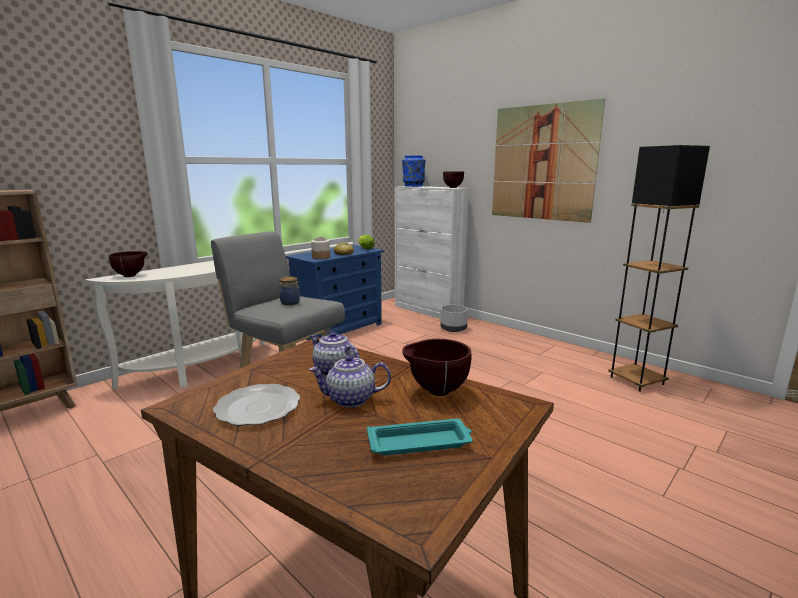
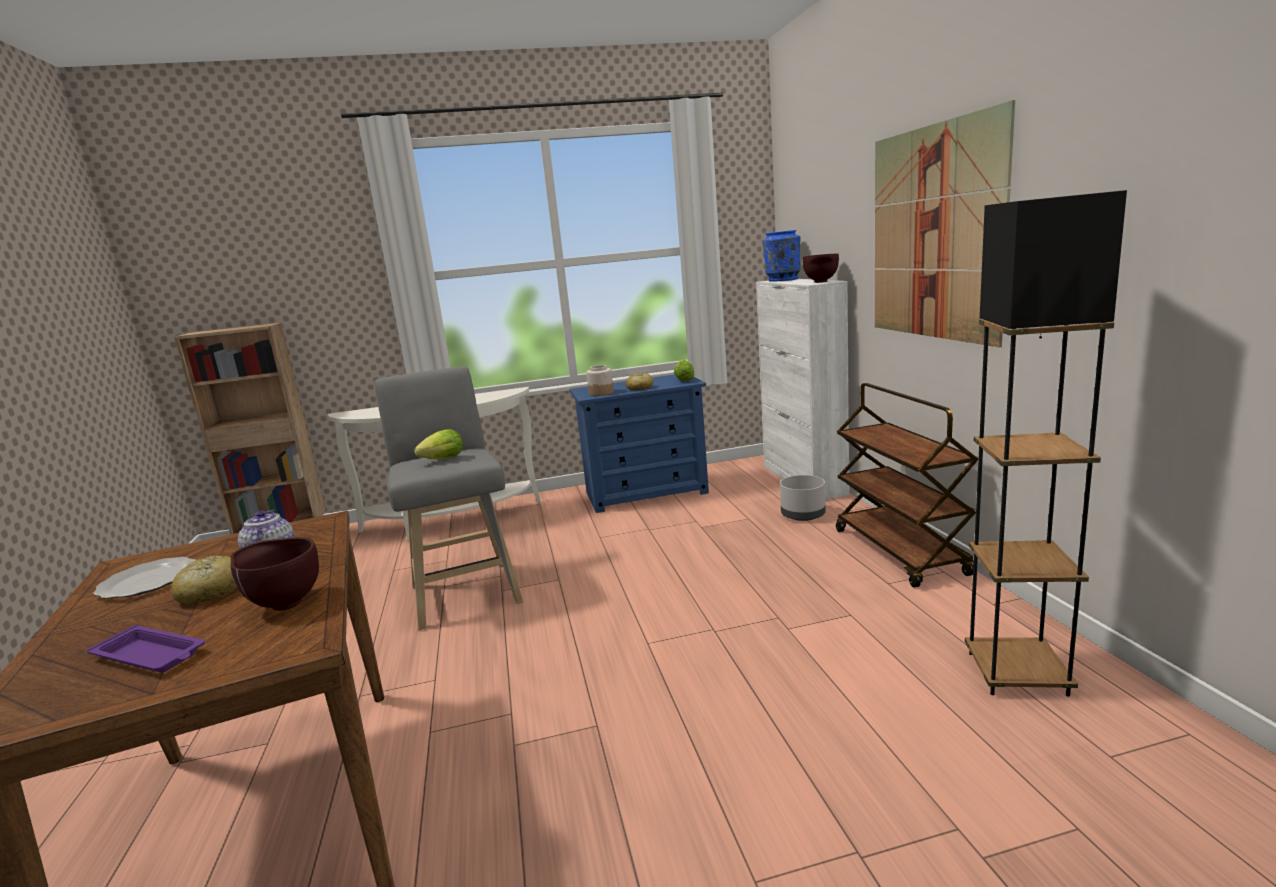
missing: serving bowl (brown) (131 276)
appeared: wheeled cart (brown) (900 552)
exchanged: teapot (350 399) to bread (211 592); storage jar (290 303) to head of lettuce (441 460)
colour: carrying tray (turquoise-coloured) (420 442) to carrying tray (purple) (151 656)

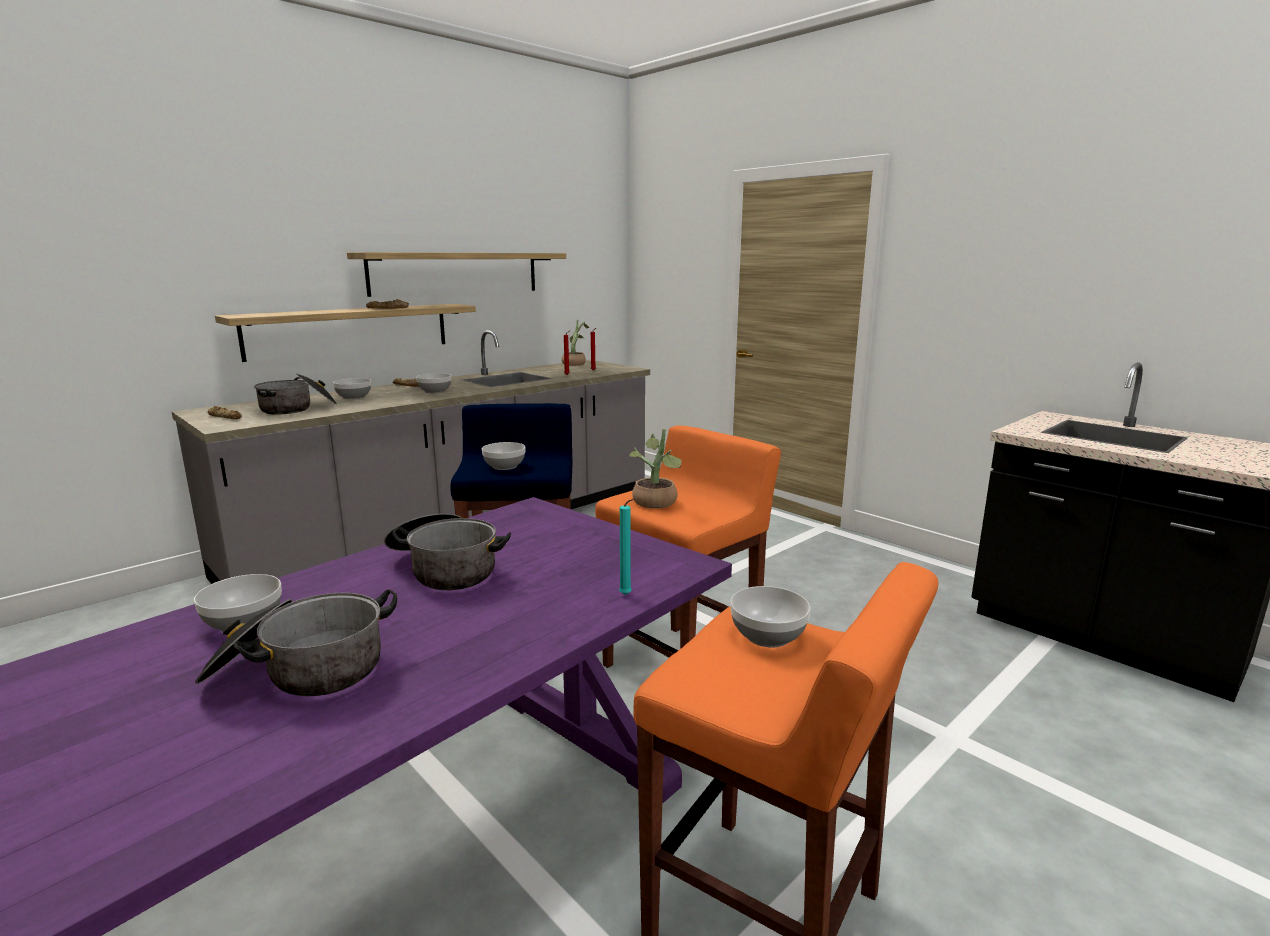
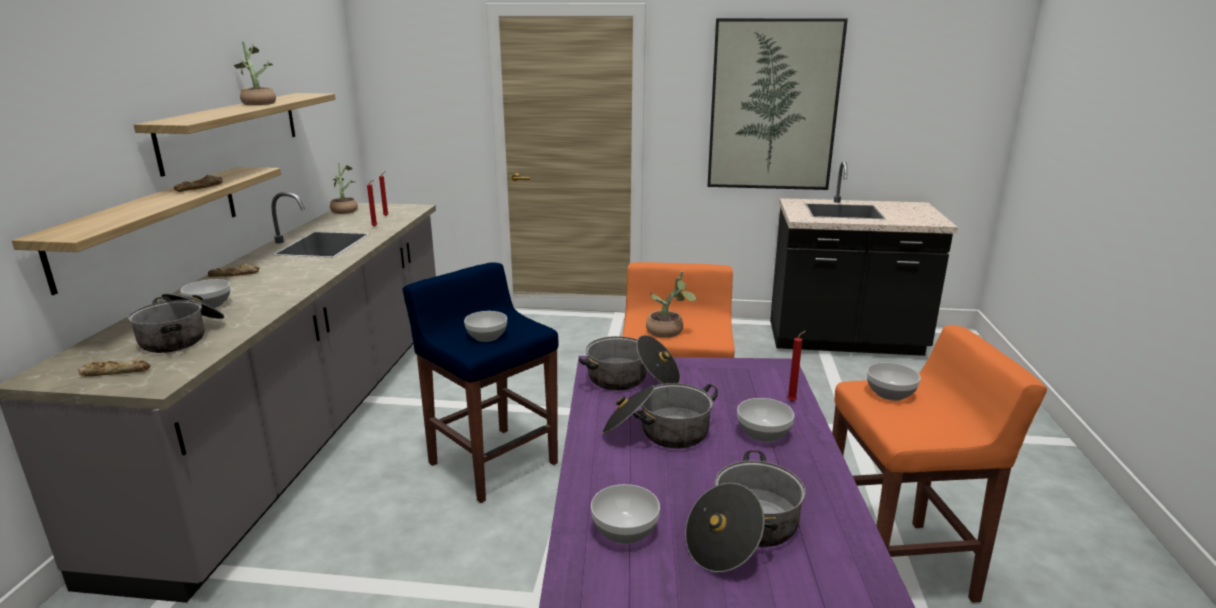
appeared: potted plant (258 103); stockpot (631 379); wall art (773 106)
relocated: serving bowl (435 391) to (764 433)
colour: candle (turquoise-coloured) (627 595) to candle (reddish) (793 401)

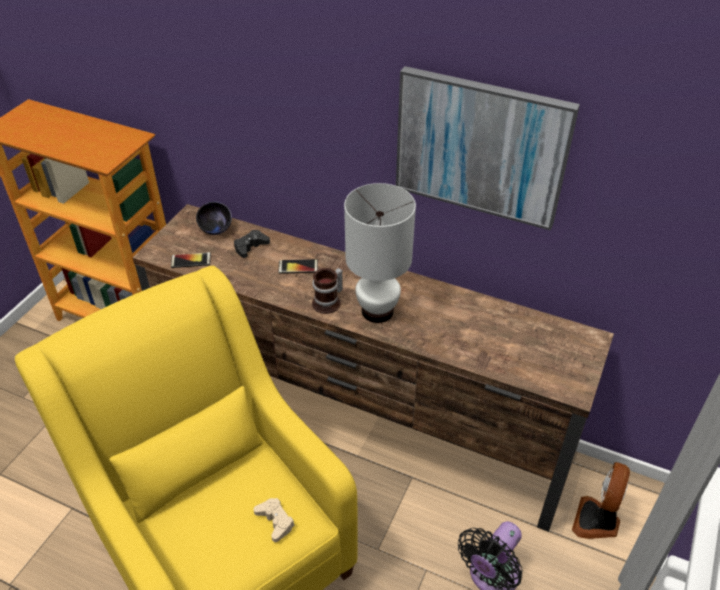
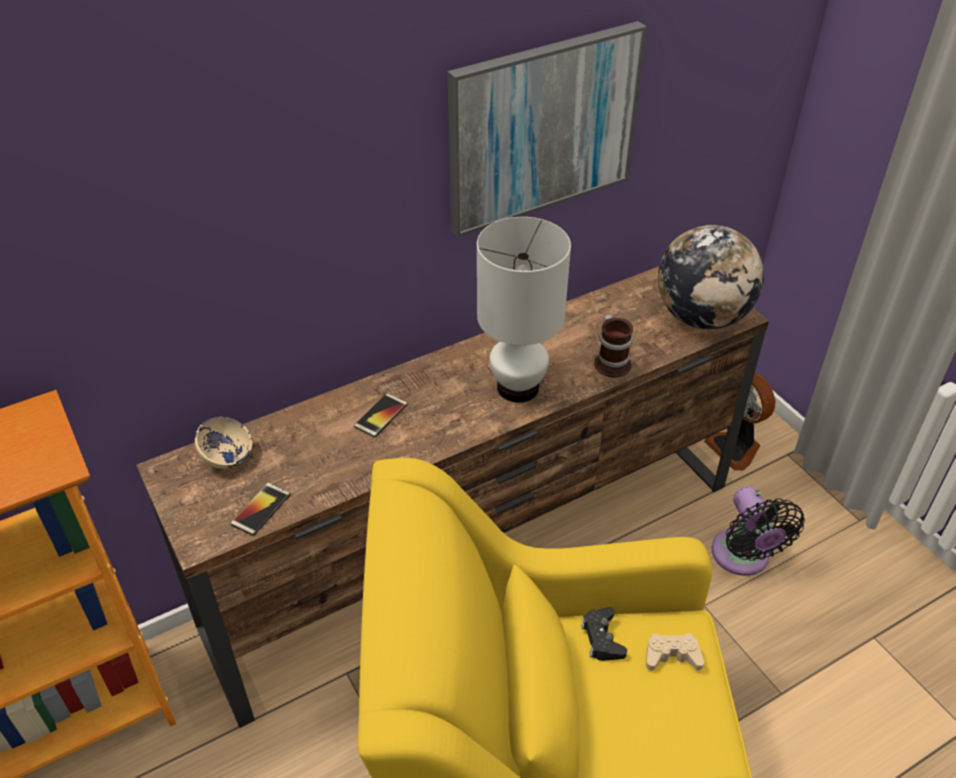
appeared: globe (702 317)
relocated: game controller (black) (250 247) to (602 638); mug (329 302) to (613 362)
colour: serving bowl (black) (216 230) to serving bowl (beige) (227 459)

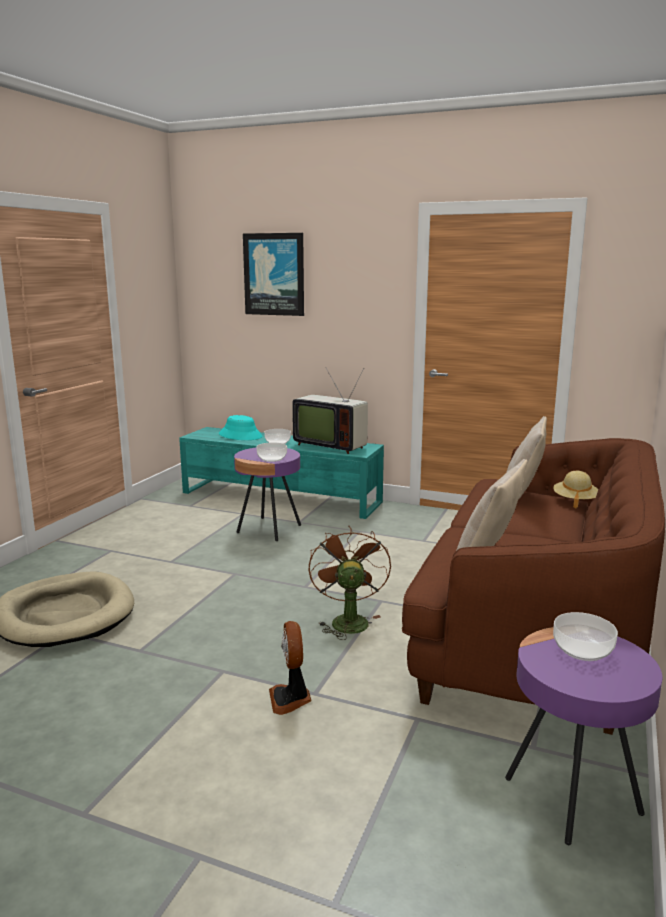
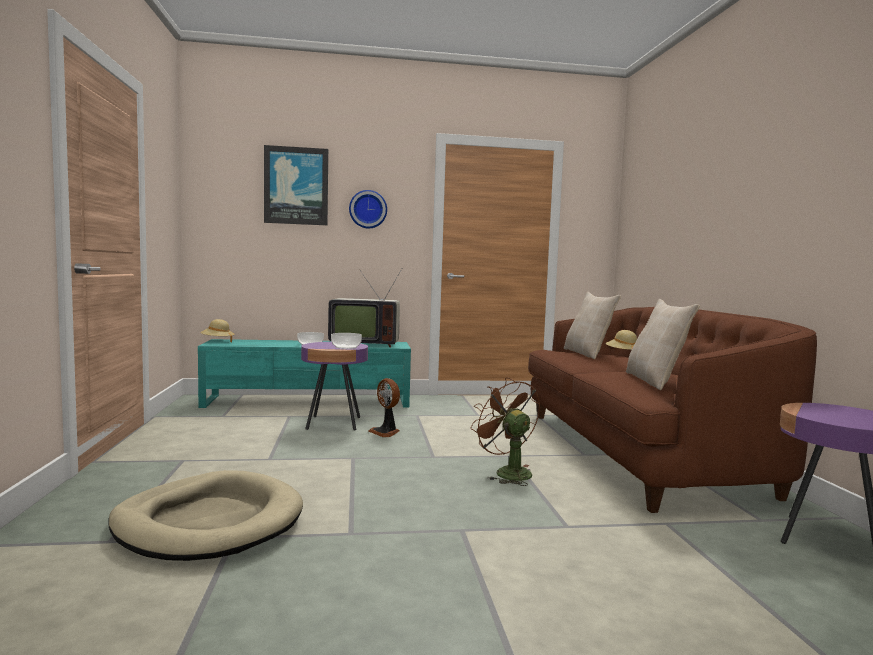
missing: hat (turquoise-coloured) (240 435); serving bowl (582 650)
appeared: hat (beige) (217 341); hanging clock (368 209)
relocated: cooling fan (290 699) to (386 432)

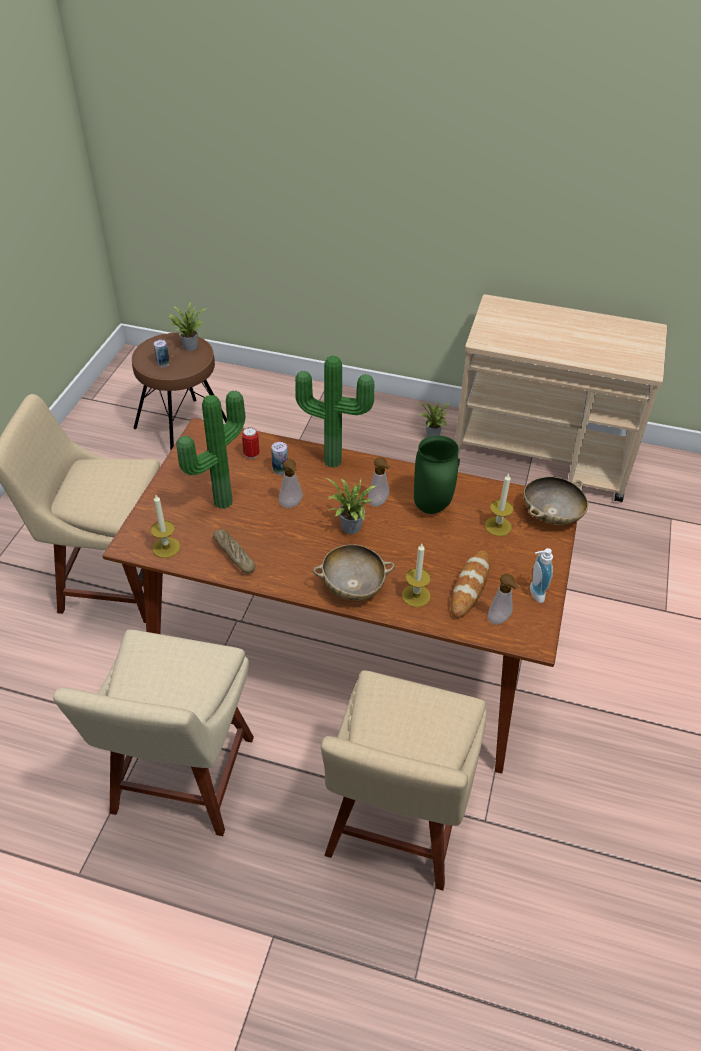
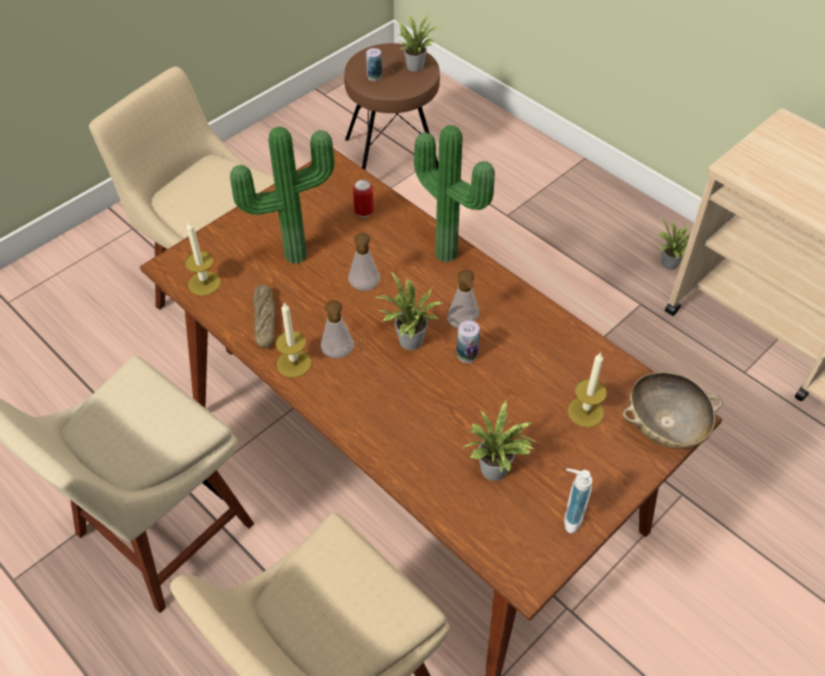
missing: serving bowl (beige) (353 586); decorative vase (greenish) (432 507)
relocated: candle (416 596) to (294 363); soap dispenser (500 620) to (338 355); can (280 470) to (467 355)
exchanged: bread (470 586) to potted plant (496 471)

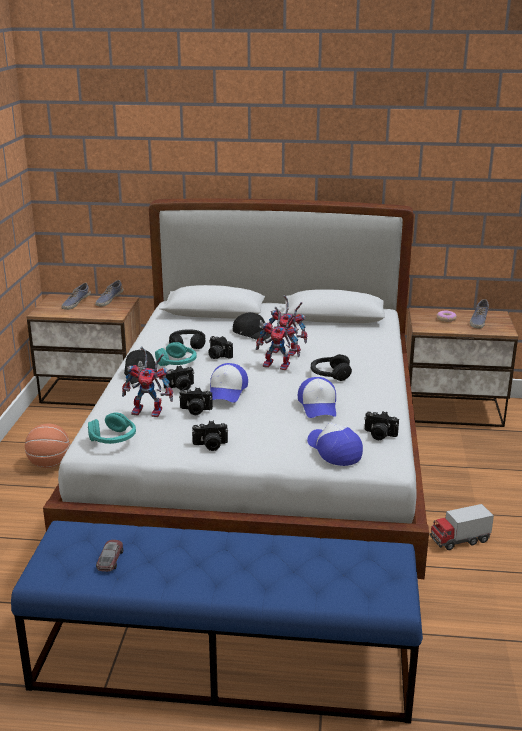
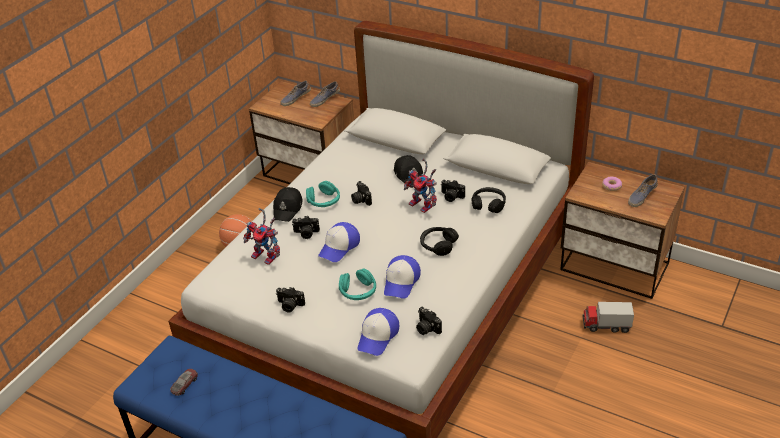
missing: model robot (279 365)
relocated: headset (turquoise-coloured) (113 439) to (358 291); still camera (195 410) to (451 197); headset (black) (187 345) to (488 204); toy lorry (459 540) to (606 325)
spun: baseball cap (333 450) = (378 336) 150 degrees counterclockwise

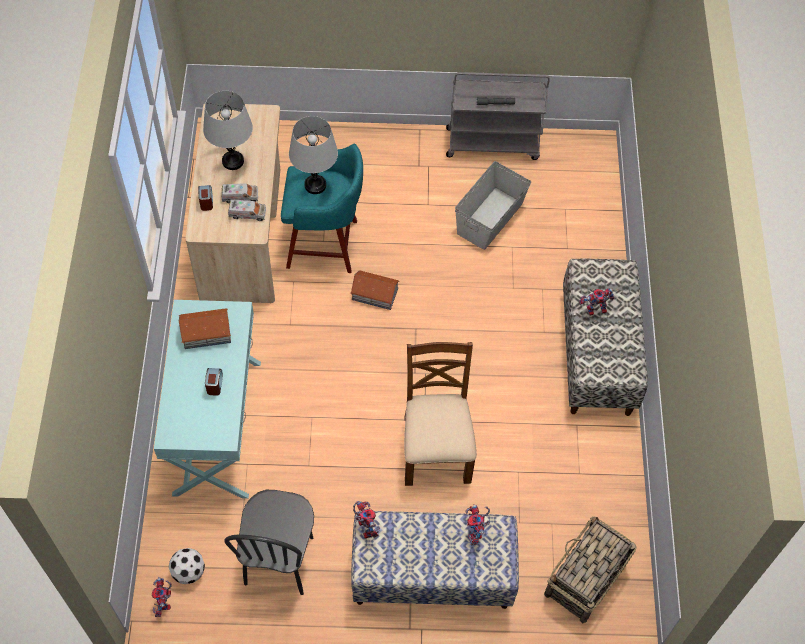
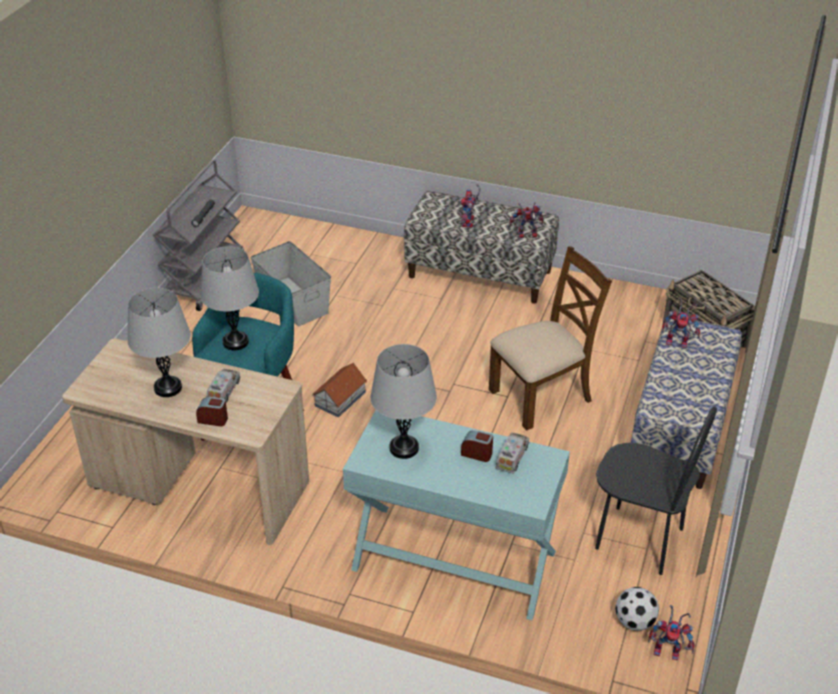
relocated: toy lorry (247 214) to (512 457); model robot (365 526) to (525 235)
exchanged: model house (207 333) to lamp for a table (greyish) (404 448)
spun: upright chair (brown) (435 448) = (542 395) 135 degrees clockwise

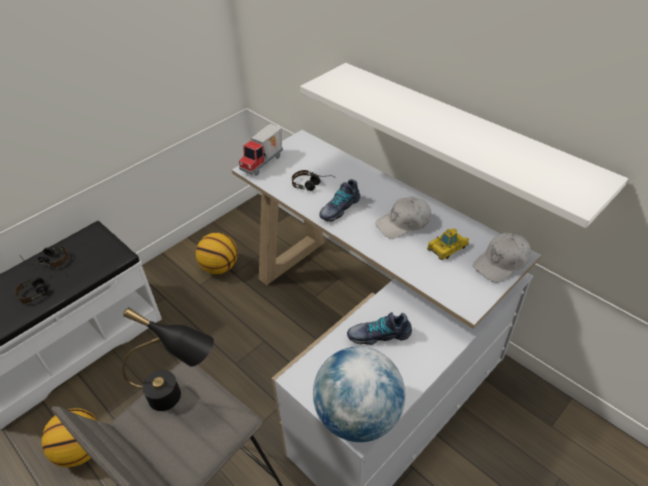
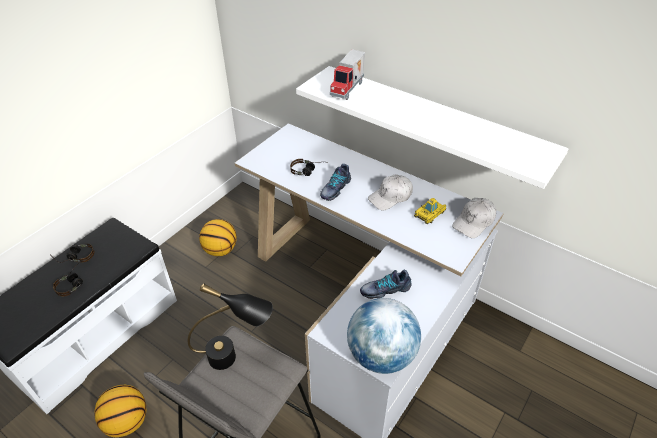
relocated: toy lorry (264 163) to (348 89)

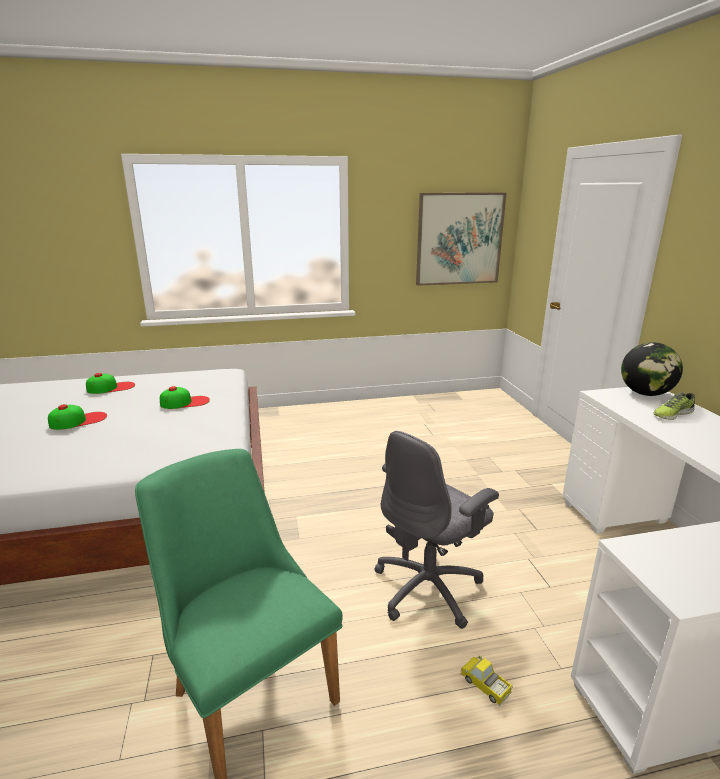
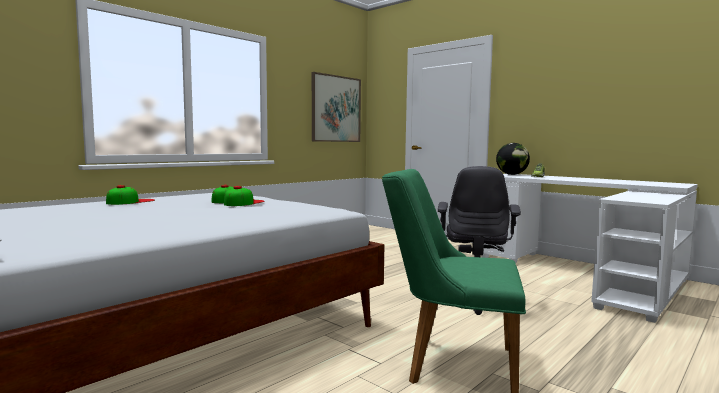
missing: toy lorry (485 685)
relocated: baseball cap (78 420) to (244 203)

